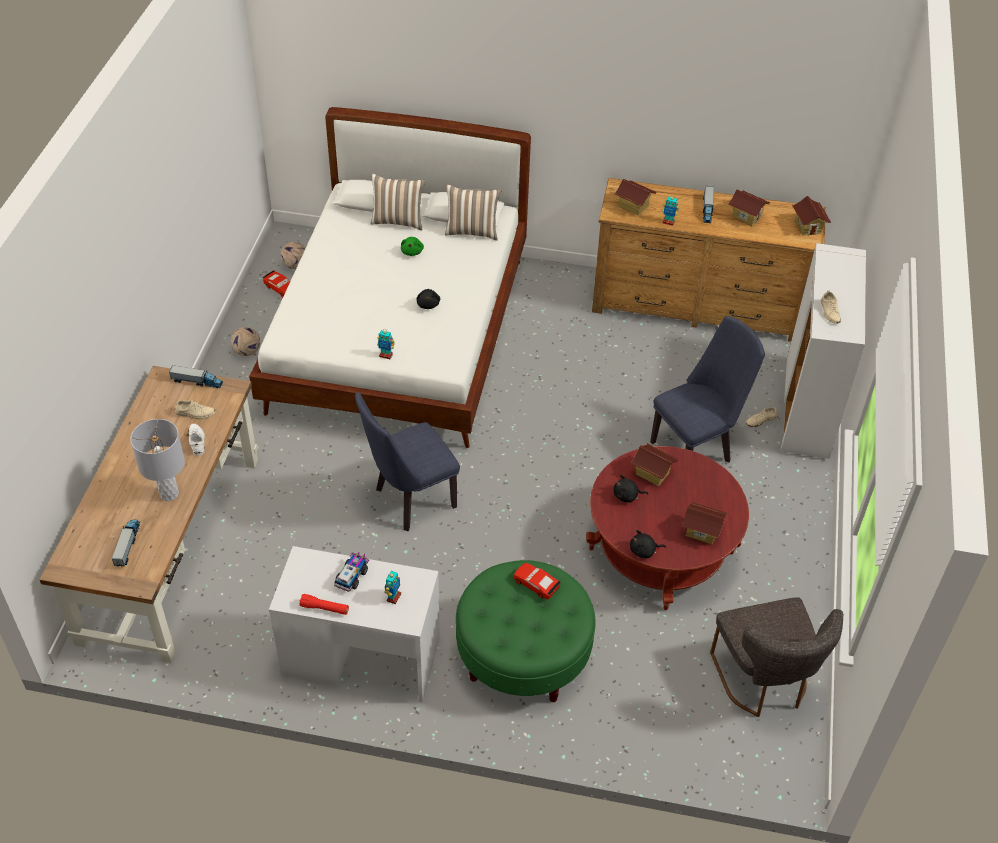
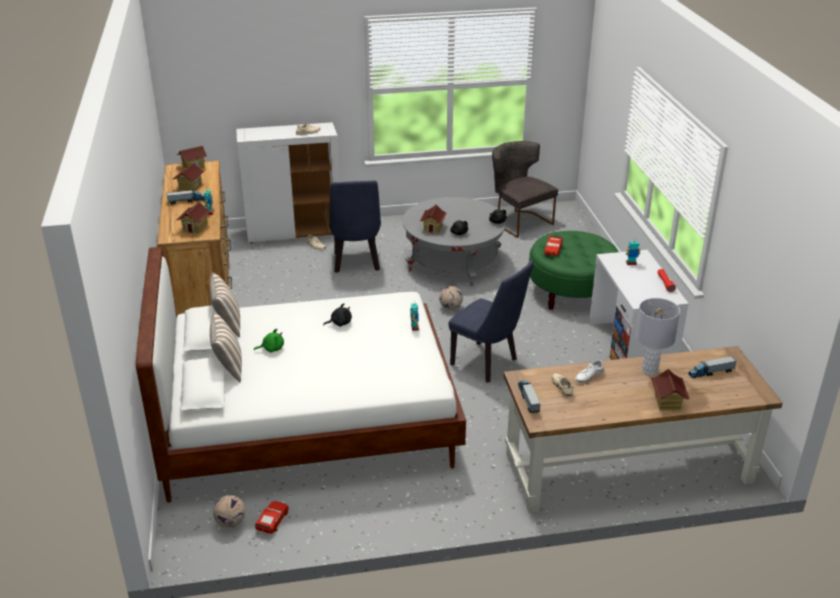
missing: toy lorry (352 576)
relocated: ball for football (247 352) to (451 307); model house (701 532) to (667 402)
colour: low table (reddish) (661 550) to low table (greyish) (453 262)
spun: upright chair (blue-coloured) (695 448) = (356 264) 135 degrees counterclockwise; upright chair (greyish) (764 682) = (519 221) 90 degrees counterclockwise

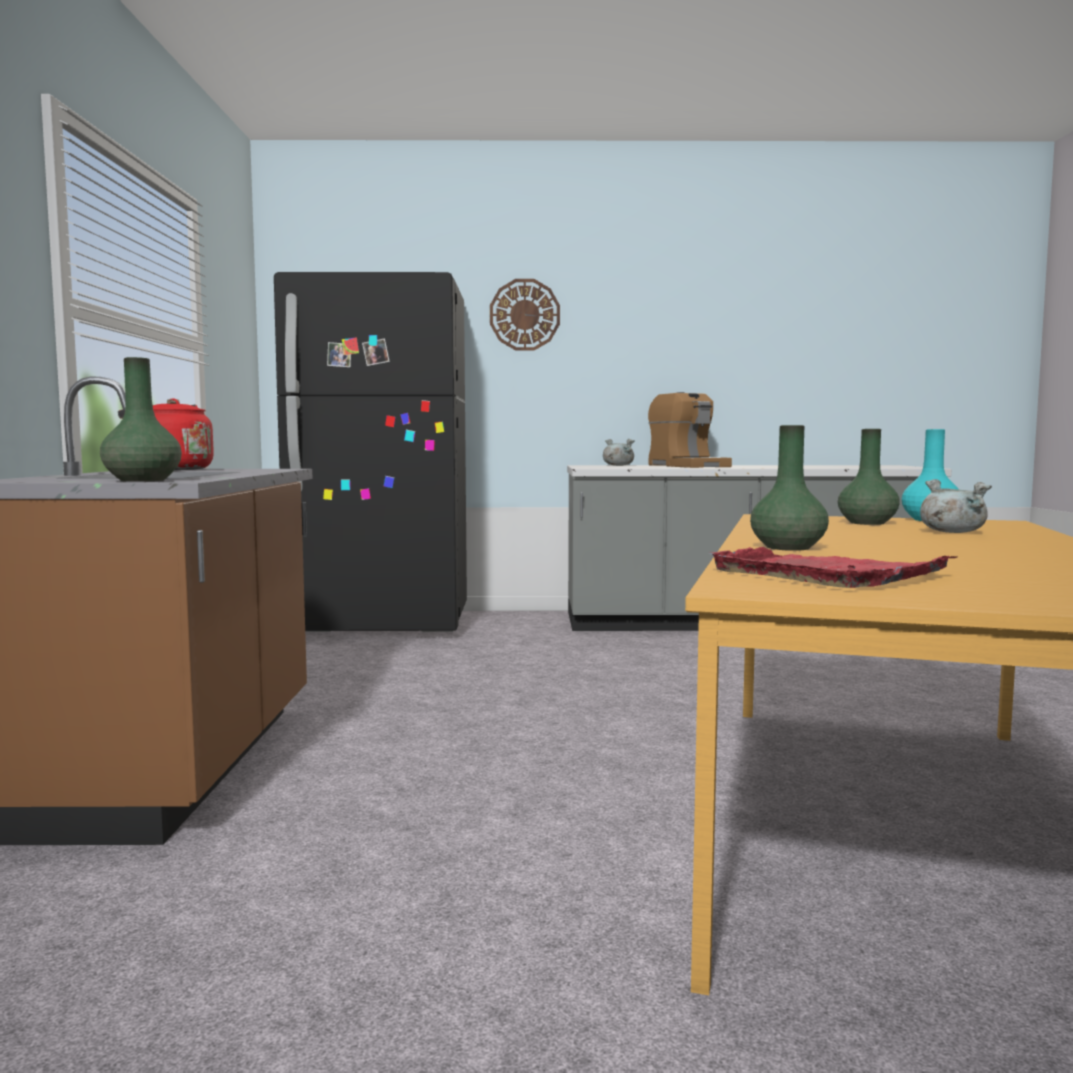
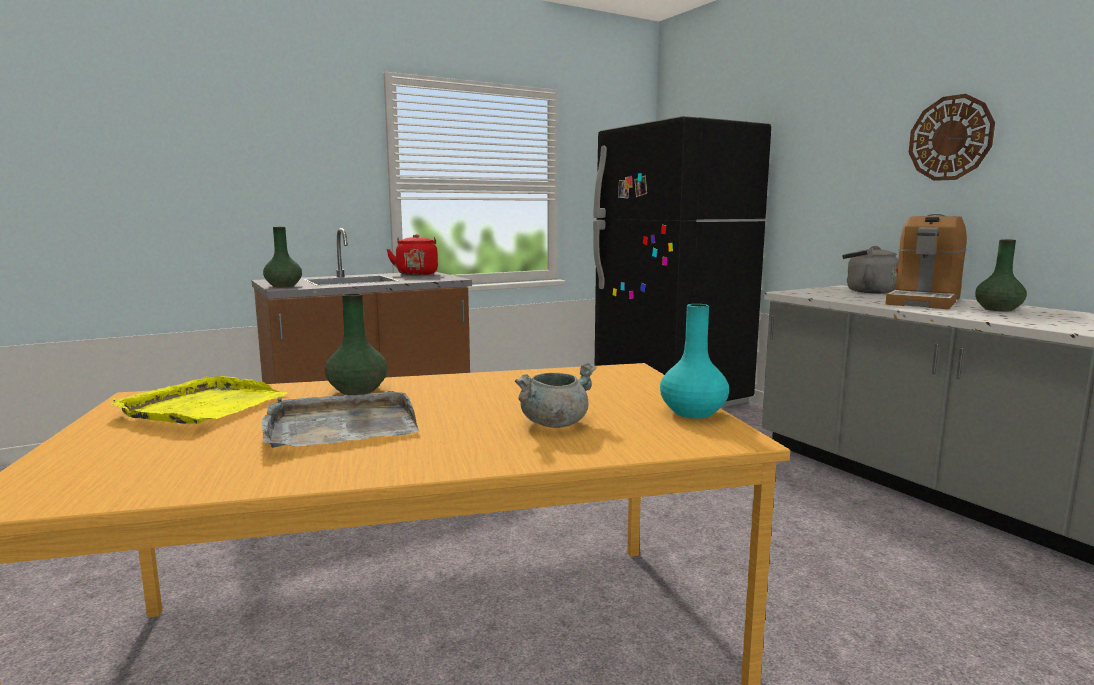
appeared: carrying tray (greyish) (340 426)
relocated: hanging clock (524 315) to (950 138); decorative vase (greenish) (866 523) to (998 309)
exchanged: stockpot (greyish) (617 465) to kettle (greyish) (867 291)
colour: carrying tray (reddish) (826 574) to carrying tray (yellow-coloured) (203 407)

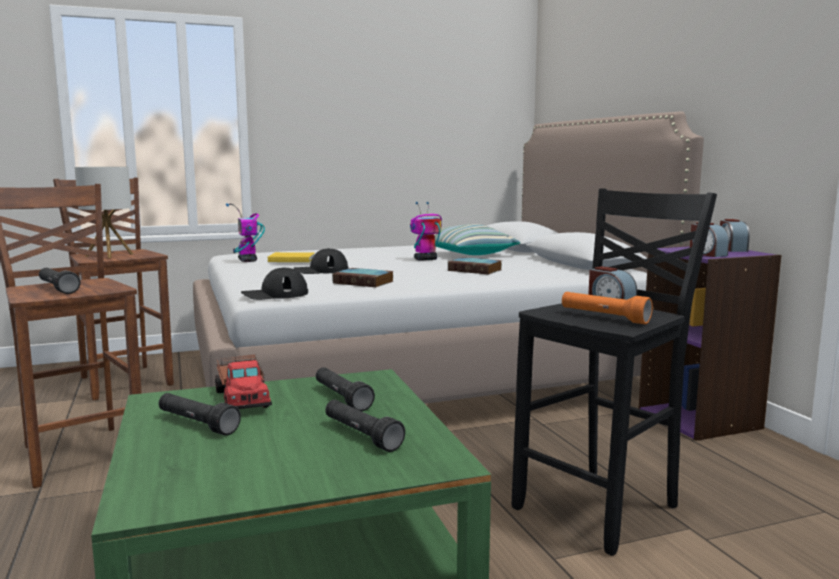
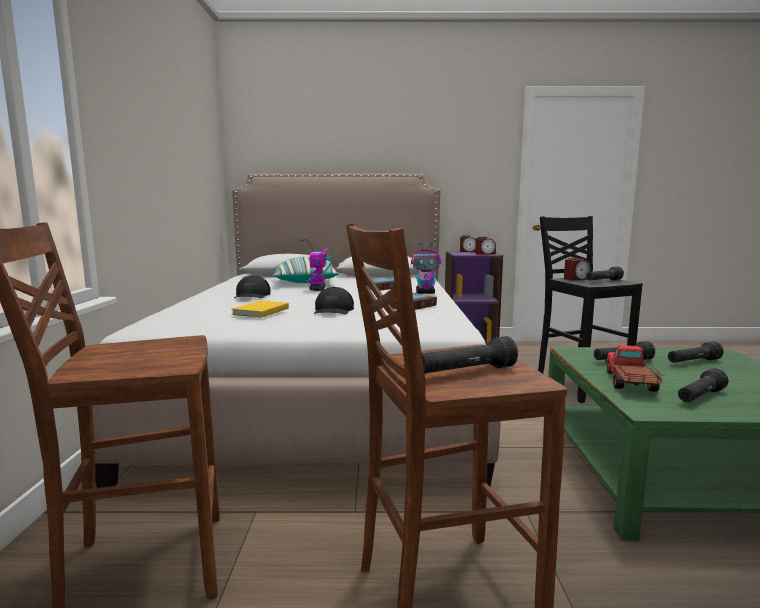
missing: lamp for a table (109 255)
relocated: baseball cap (black) (275 294) to (252 295); model robot (247 261) to (425 293)
colour: torch (orange) (604 317) to torch (black) (603 281)
spun: toy lorry (243 397) = (629 383) 75 degrees counterclockwise

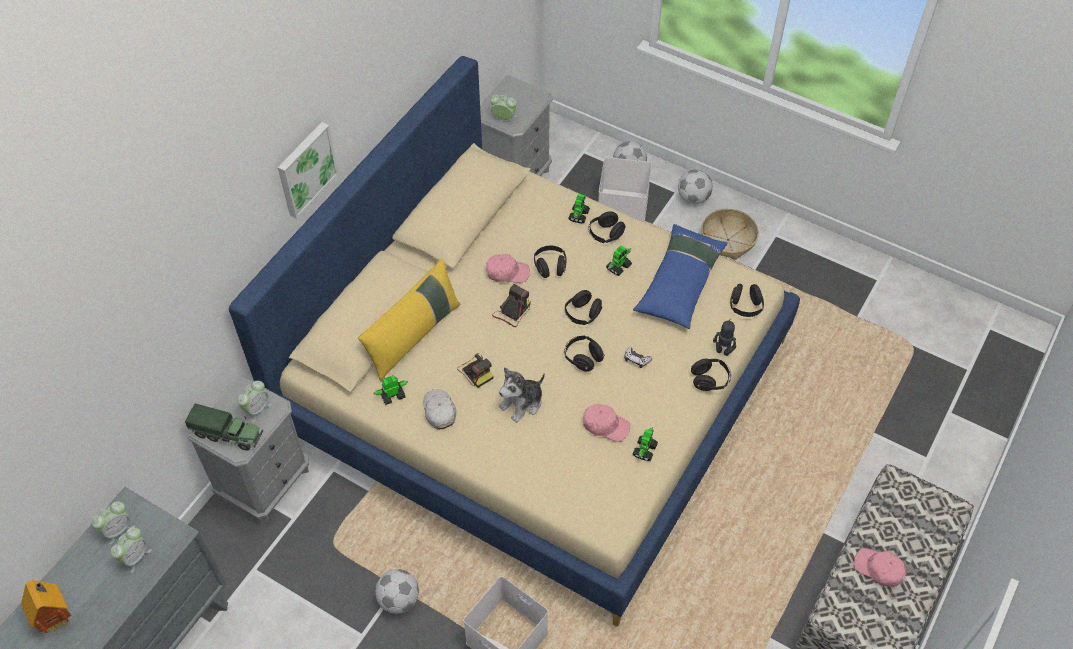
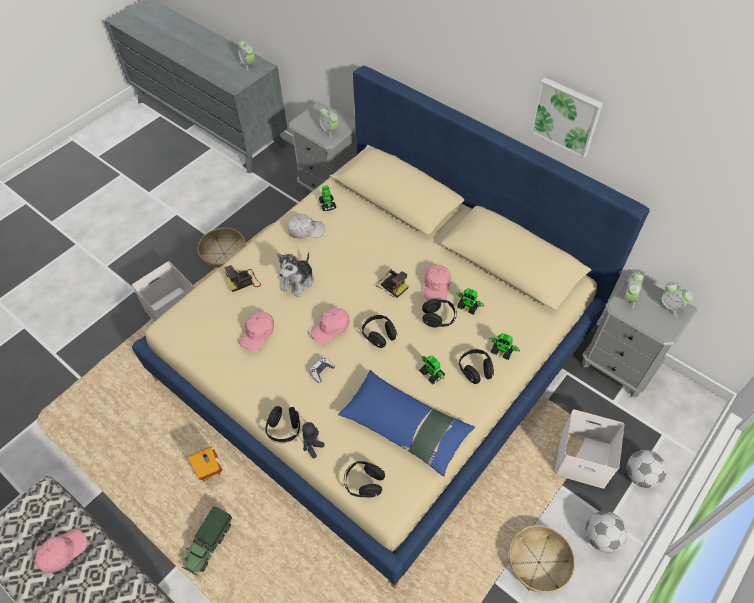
missing: throw pillow (yellow-coloured) (414 336)
relocated: toy lorry (228 434) to (209 544); model house (58 618) to (212 473); still camera (476 371) to (244 281); model robot (645 450) to (468 306); wall art (305 169) to (566 116); table clock (135 557) to (670 306)
exchanged: ball for football (398 599) to household basket (223 253); headset (black) (583 358) to baseball cap (pink-coloured) (331 328)
spun: cuddly toy (522 403) = (298 281) 120 degrees counterclockwise

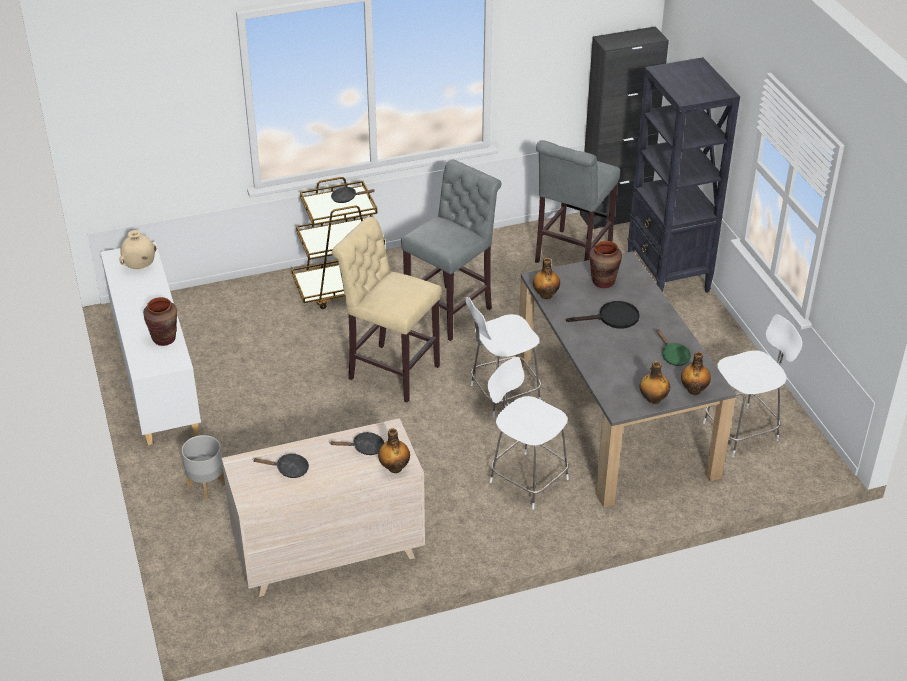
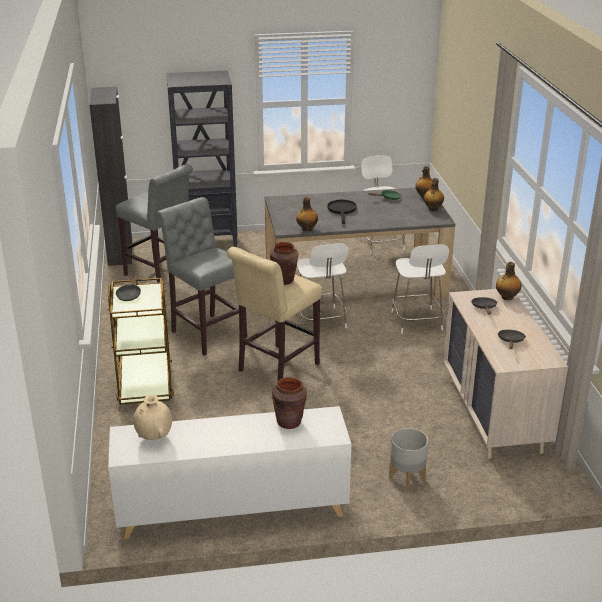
relocated: decorative vase (brown) (603 282) to (284 280)
spun: upright chair (whitish) (526 479) = (417 322) 60 degrees counterclockwise

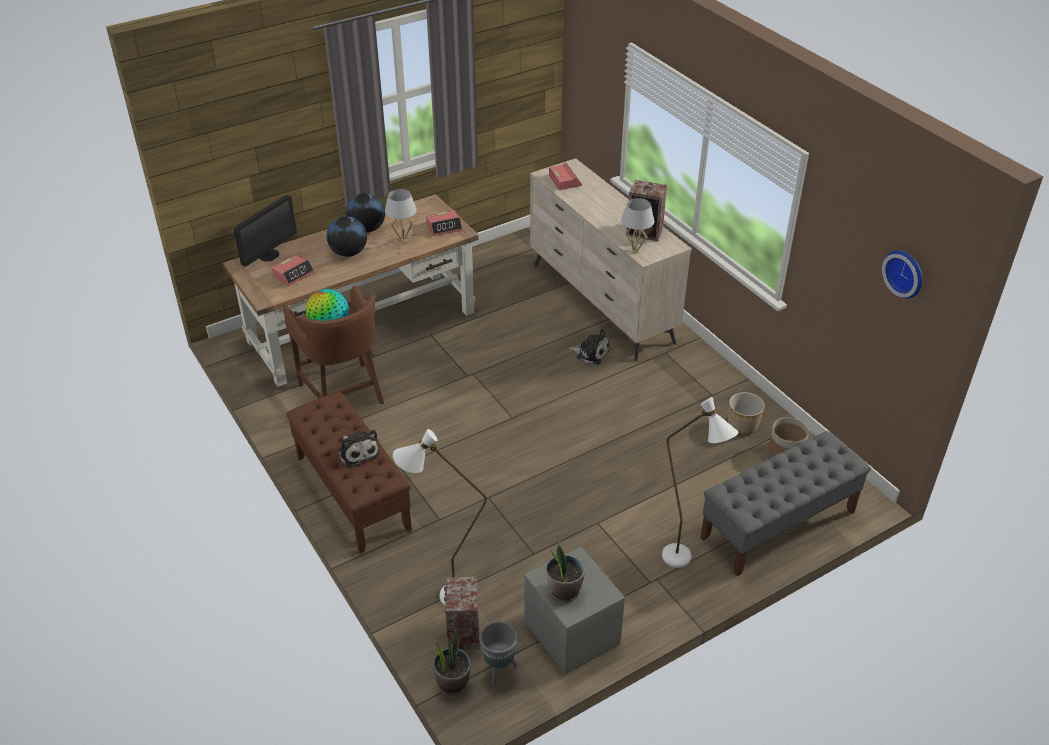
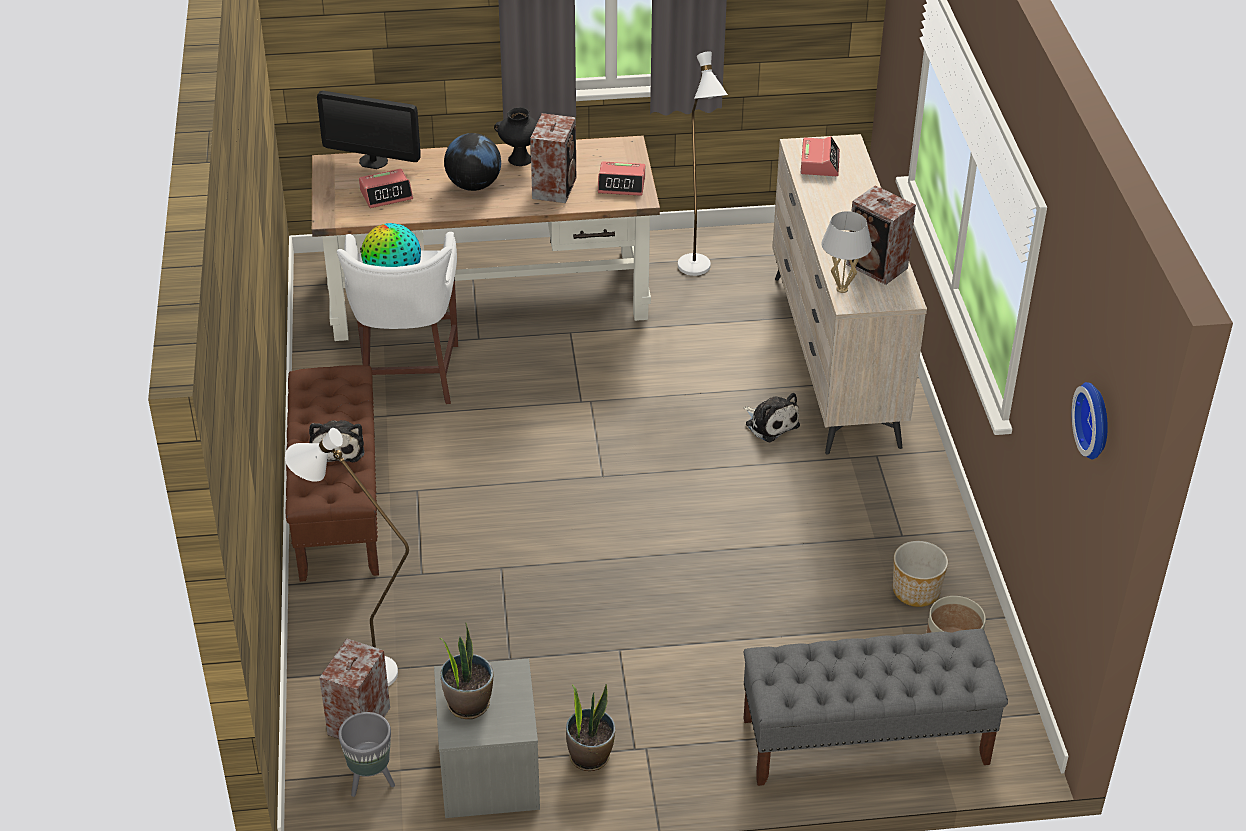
relocated: potted plant (452 682) to (590 756); standard lamp (whitish) (684 563) to (697 273)
exchanged: globe (367 229) to decorative vase (black) (519 160); lamp for a table (whitish) (403 239) to audio speaker (555 187)
colour: stool (brown) (343 394) to stool (whitish) (407 377)
spun: computer display (269 255) = (373 161) 45 degrees clockwise

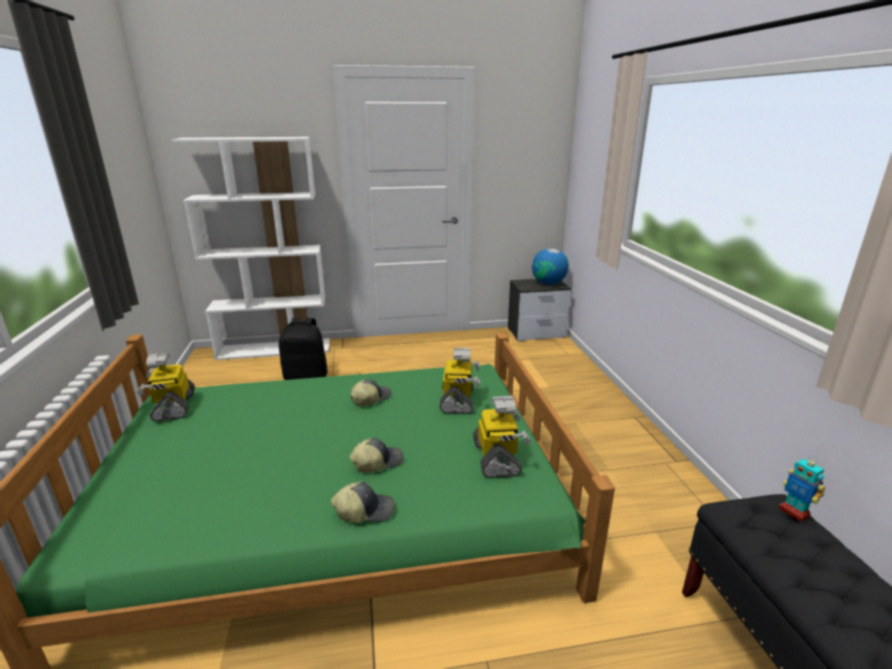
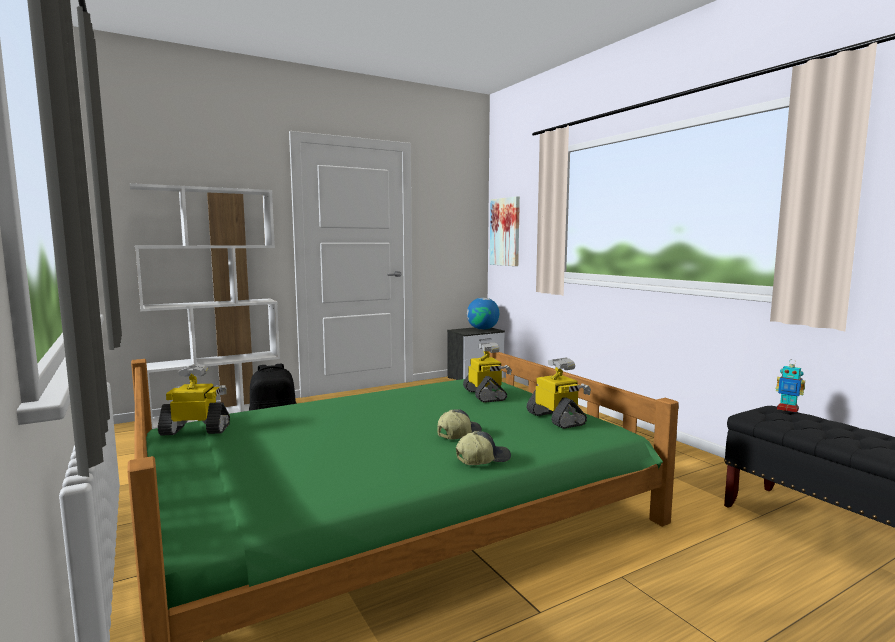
missing: baseball cap (370 398)
appeared: wall art (505 232)
spun: model robot (173 406) = (196 430) 120 degrees clockwise

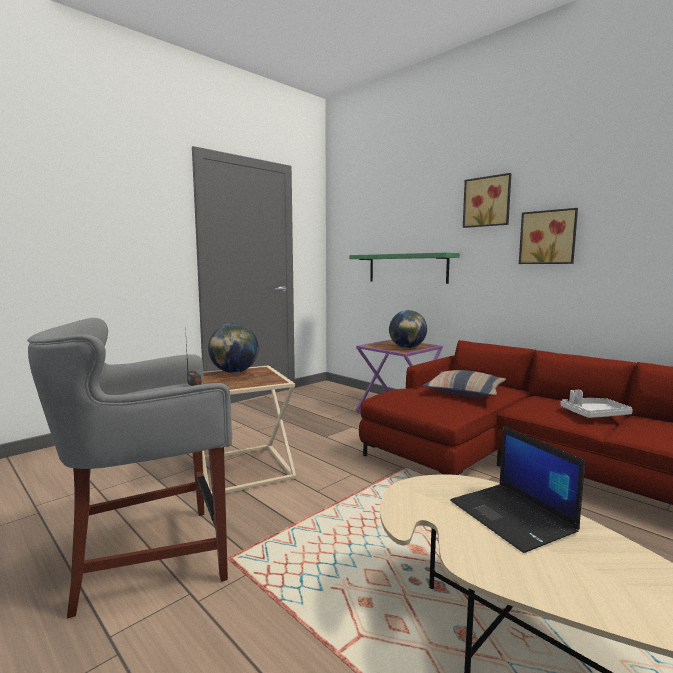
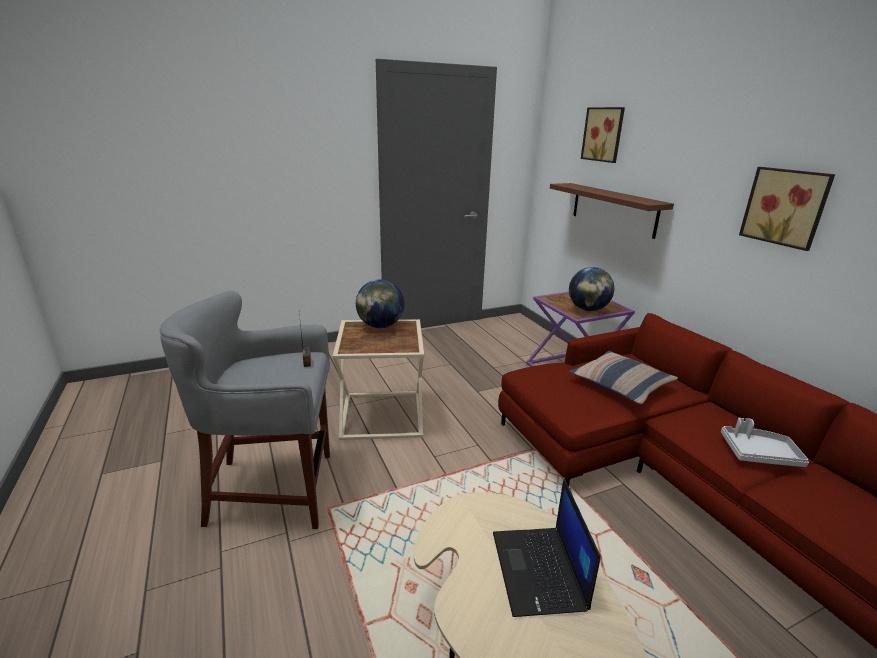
relocated: wall art (487 202) to (604 134)
colour: bracket shelf (greenish) (407 268) to bracket shelf (brown) (613 209)

